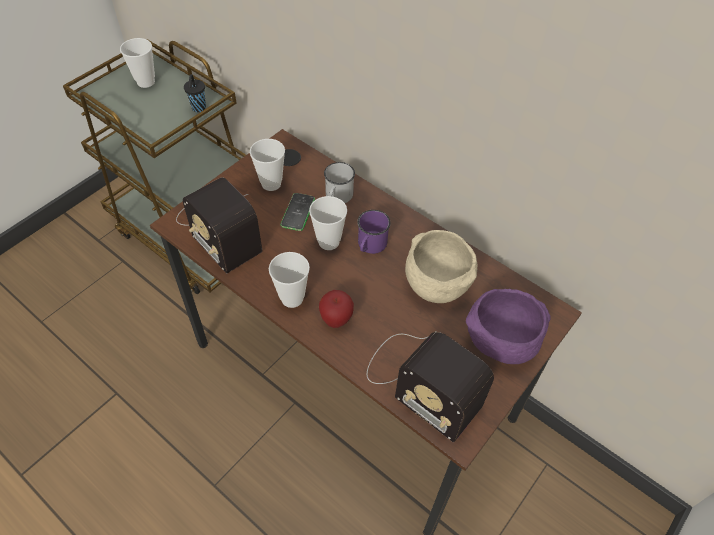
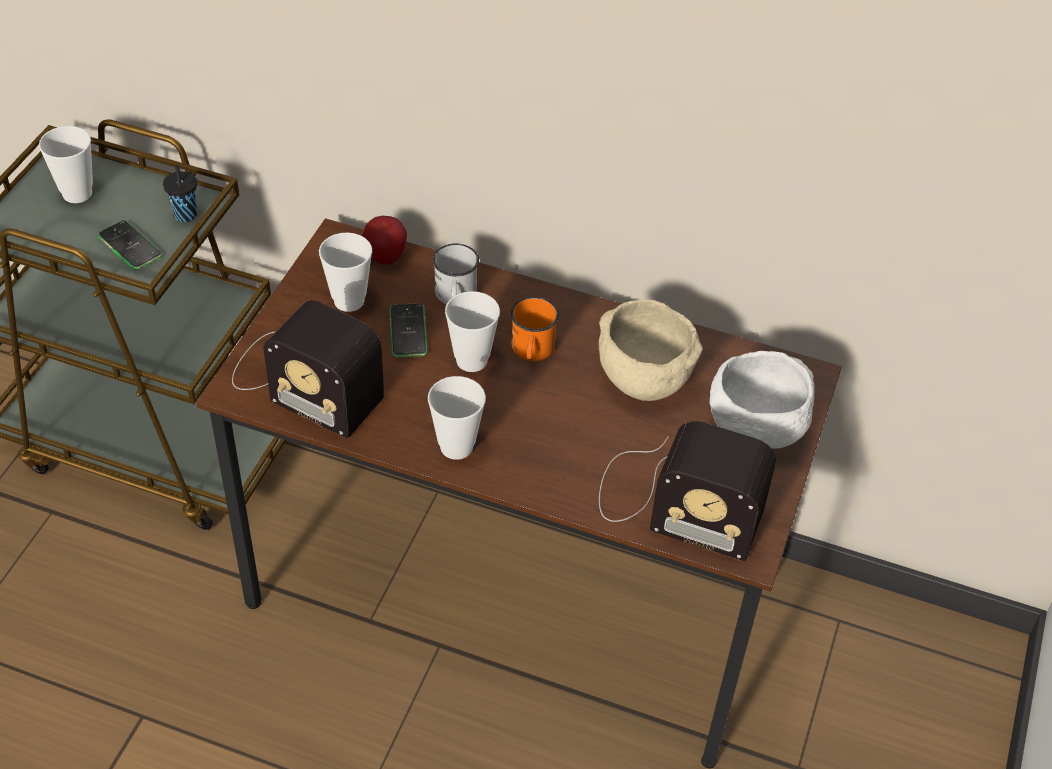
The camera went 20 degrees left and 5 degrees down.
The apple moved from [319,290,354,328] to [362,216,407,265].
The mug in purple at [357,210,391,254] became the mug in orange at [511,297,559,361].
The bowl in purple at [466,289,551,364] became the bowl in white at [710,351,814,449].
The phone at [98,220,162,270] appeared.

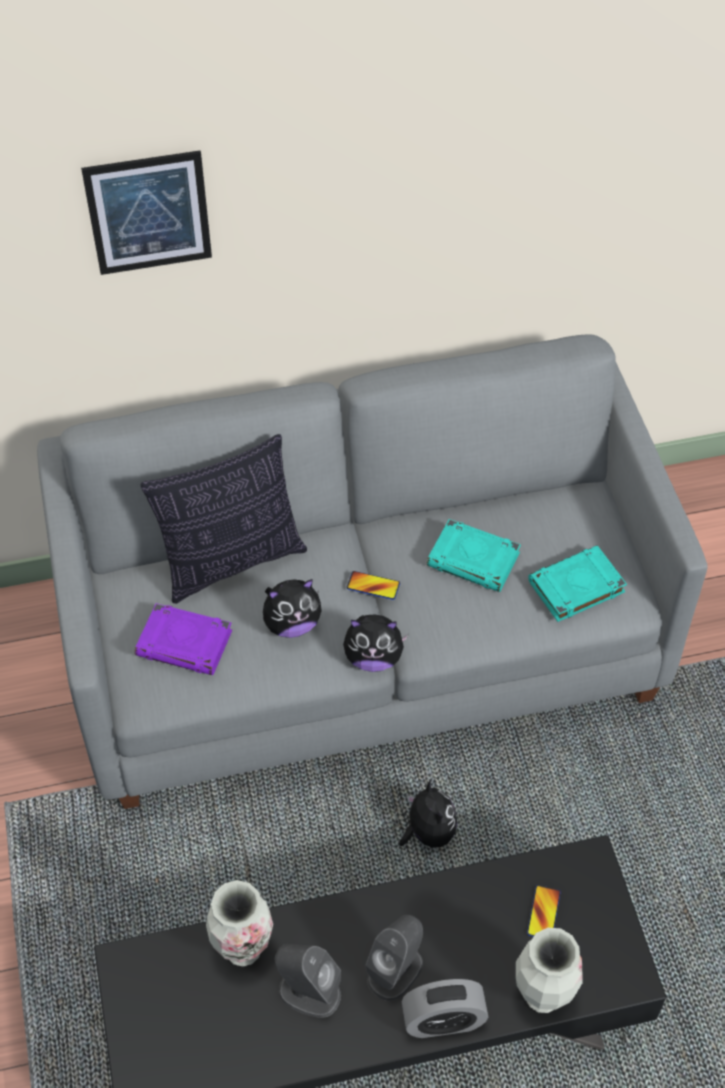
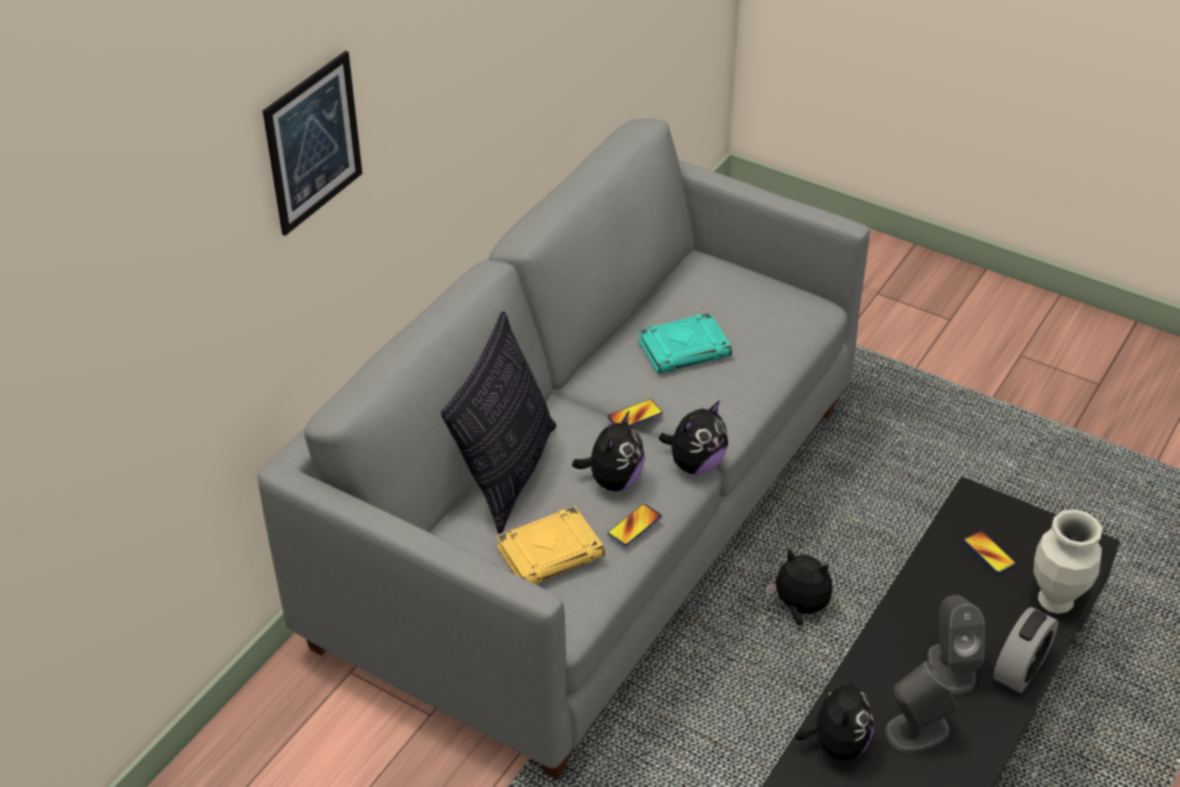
The camera went 45 degrees left and 10 degrees down.
The book in purple at [135,603,232,675] became the book in yellow at [496,506,605,584].
The vase at [206,880,273,967] was replaced by the plush toy at [794,674,874,760].
The book in turquoise at [528,546,627,622] disappeared.
The phone at [608,504,662,546] appeared.

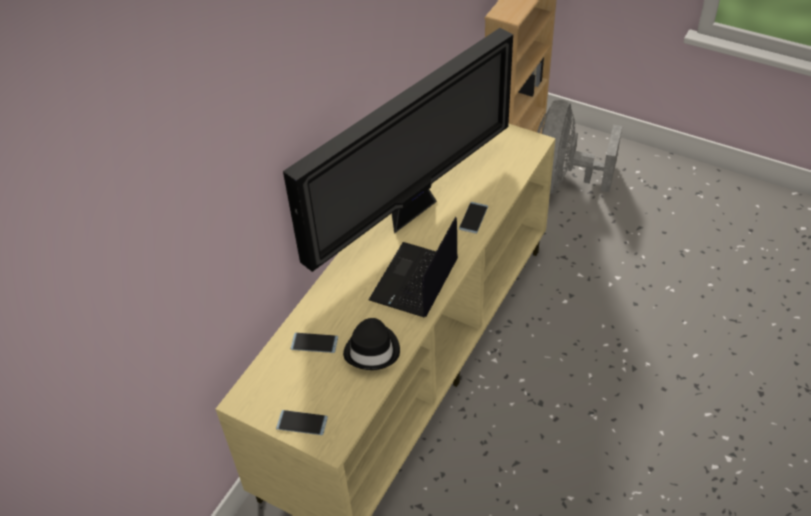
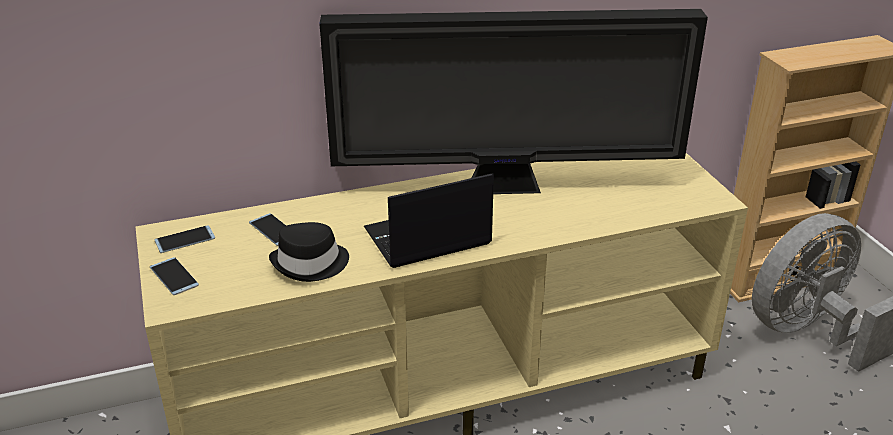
The camera went 40 degrees right and 15 degrees down.
The phone moved from [459,202,488,234] to [155,225,215,253].

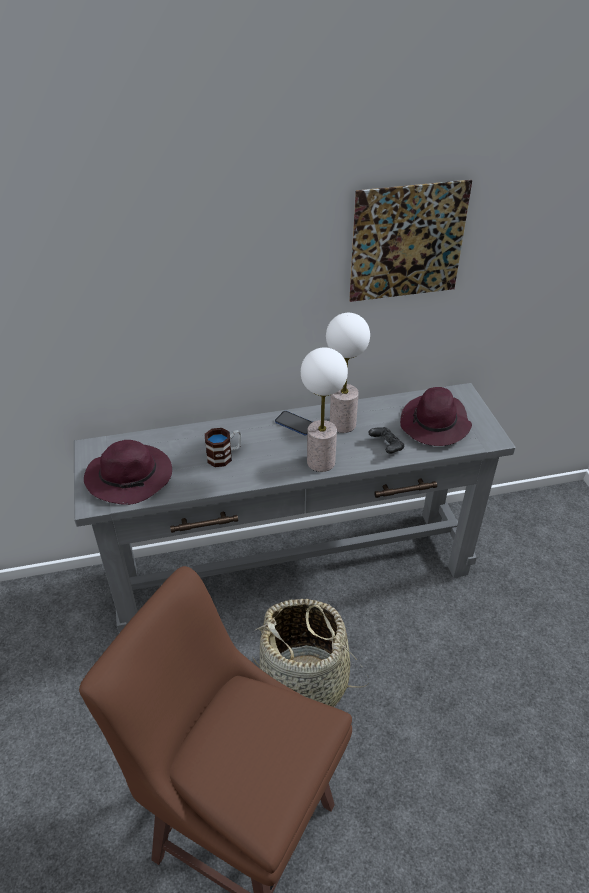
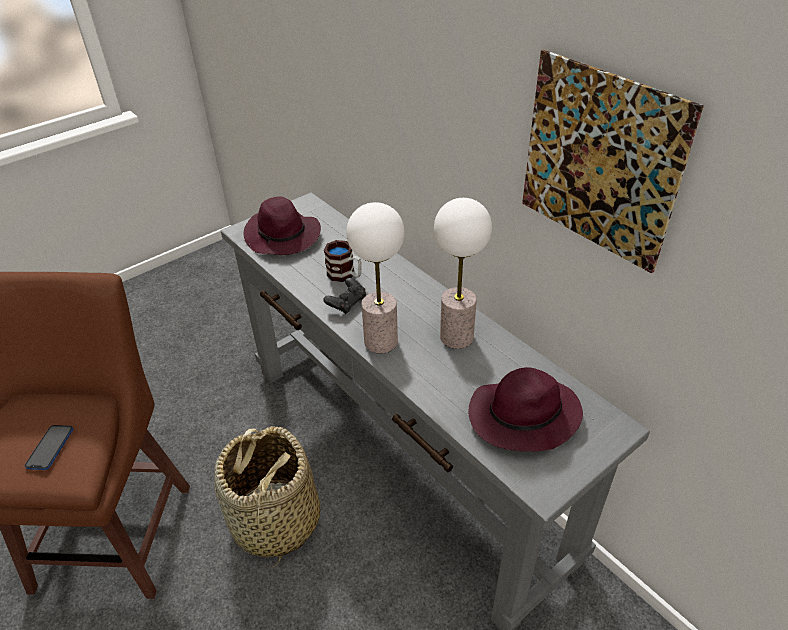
The camera went 65 degrees right and 0 degrees up.
The phone moved from [275,411,312,436] to [25,425,73,470].
The game controller in black moved from [368,427,404,454] to [323,278,366,314].

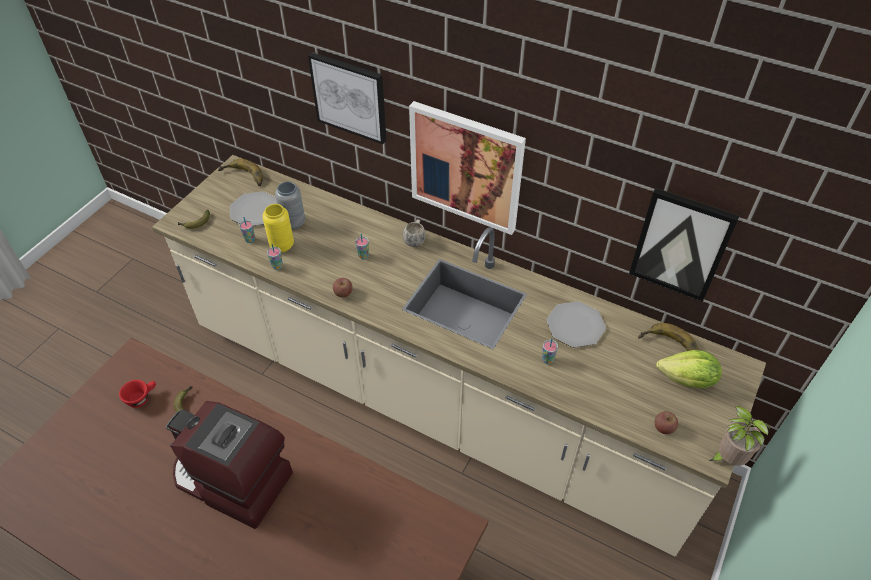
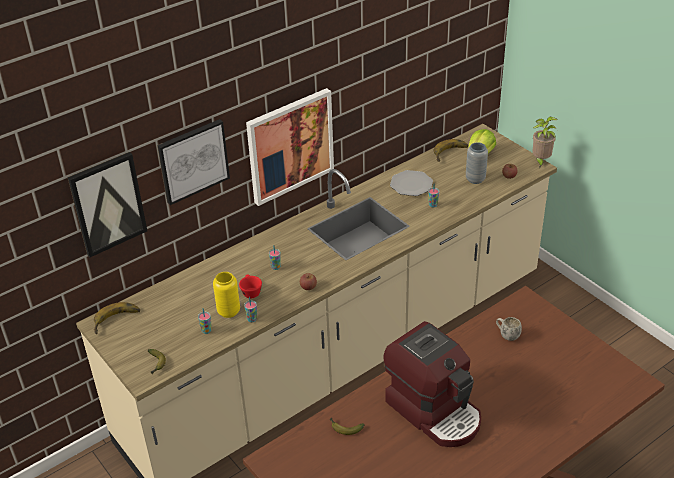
The camera went 65 degrees left and 10 degrees down.
The cup in red moved from [119,380,156,408] to [239,275,262,298].
The coffee machine at [166,401,293,529] turned 90 degrees counterclockwise.
The plate at [230,191,277,226] disappeared.
The vase in grey moved from [275,182,305,229] to [466,142,488,184].
The mug in white moved from [403,219,425,247] to [496,317,522,341].
The picture moved from [629,188,739,301] to [68,152,147,257].

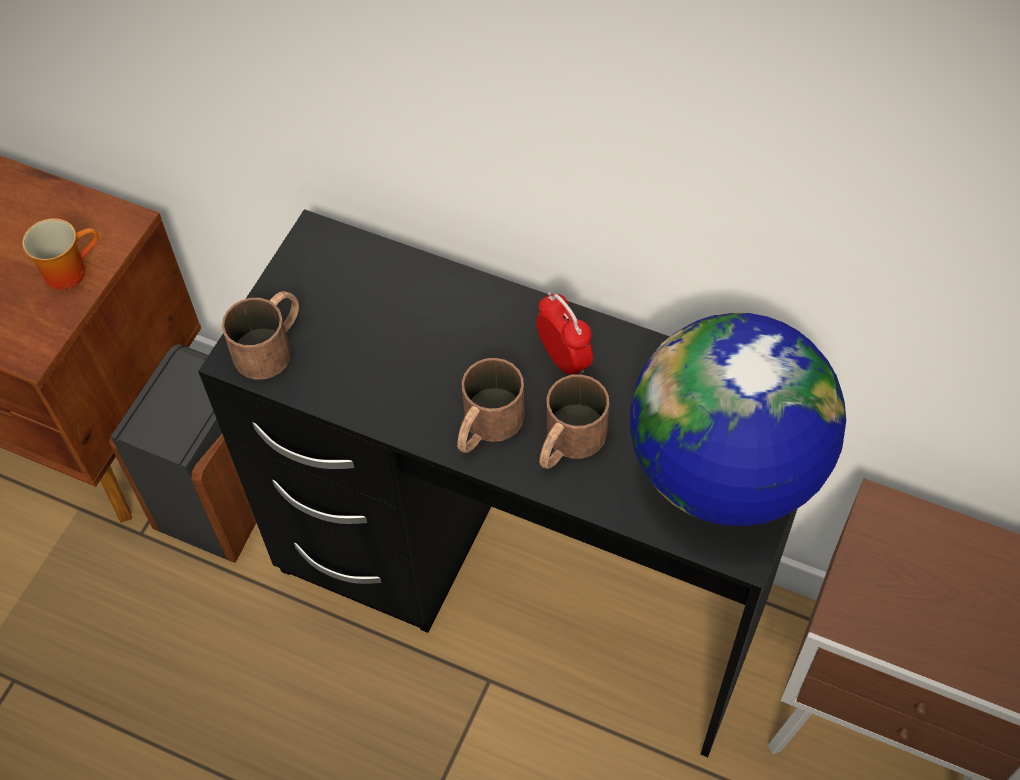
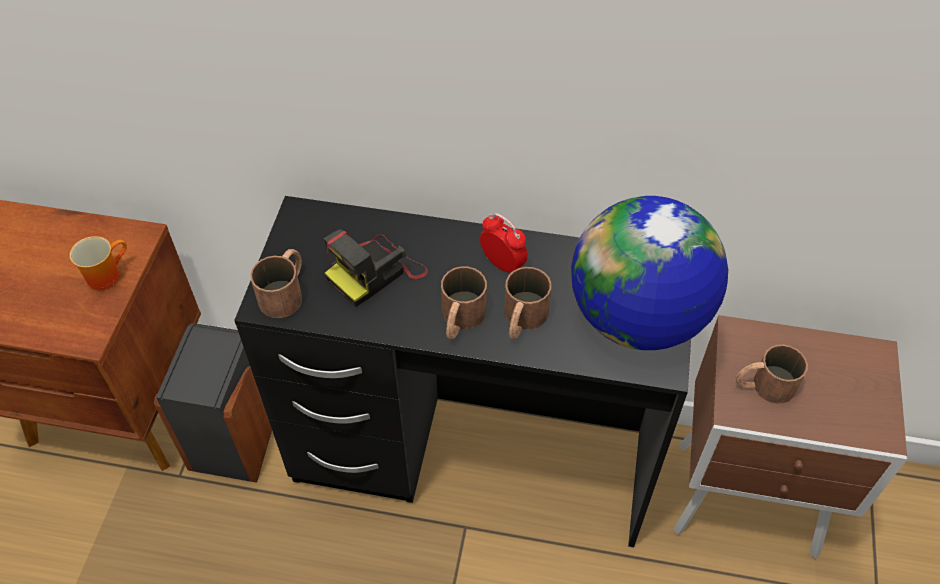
The camera went 15 degrees left and 5 degrees down.
The photo camera at [324,229,428,307] appeared.
The mug in brown at [736,345,808,404] appeared.

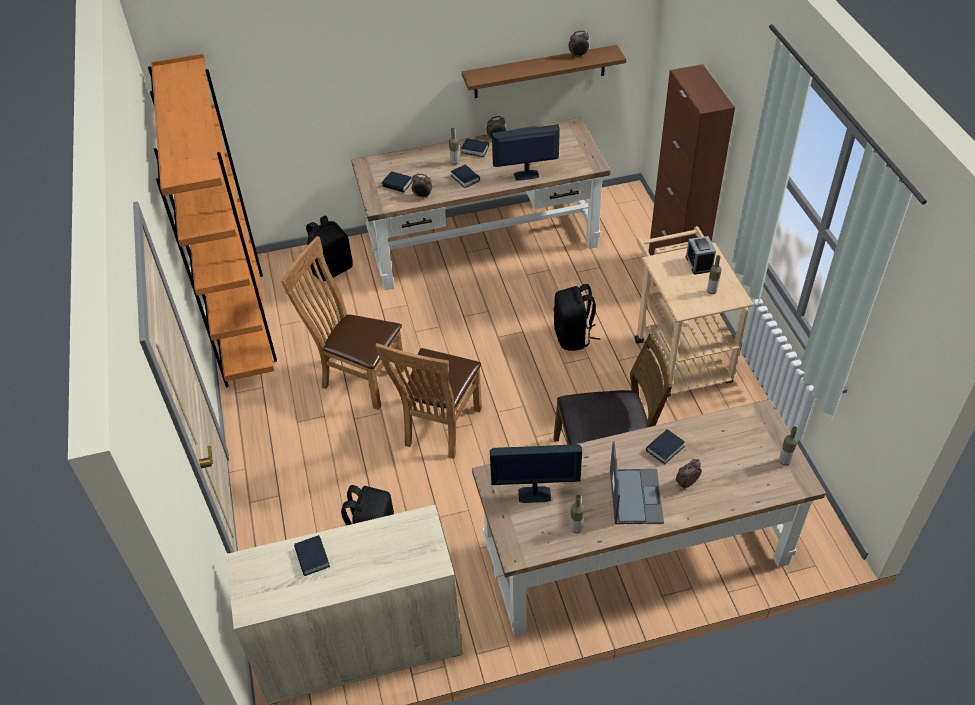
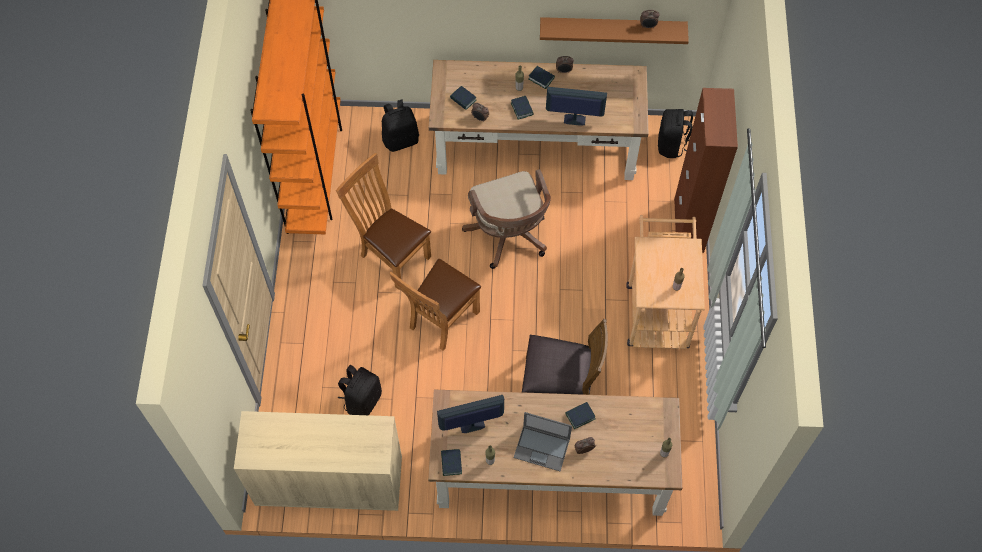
The camera went 15 degrees right and 15 degrees up.
The book moved from [294,535,330,576] to [441,449,462,476].
The monitor at [490,444,582,503] turned 150 degrees clockwise.
The backpack in black moved from [554,284,600,351] to [658,109,693,158].
The laptop at [610,441,664,524] turned 90 degrees clockwise.
The alarm clock at [686,236,716,275] disappeared.
The office chair in brown at [462,169,551,269] appeared.

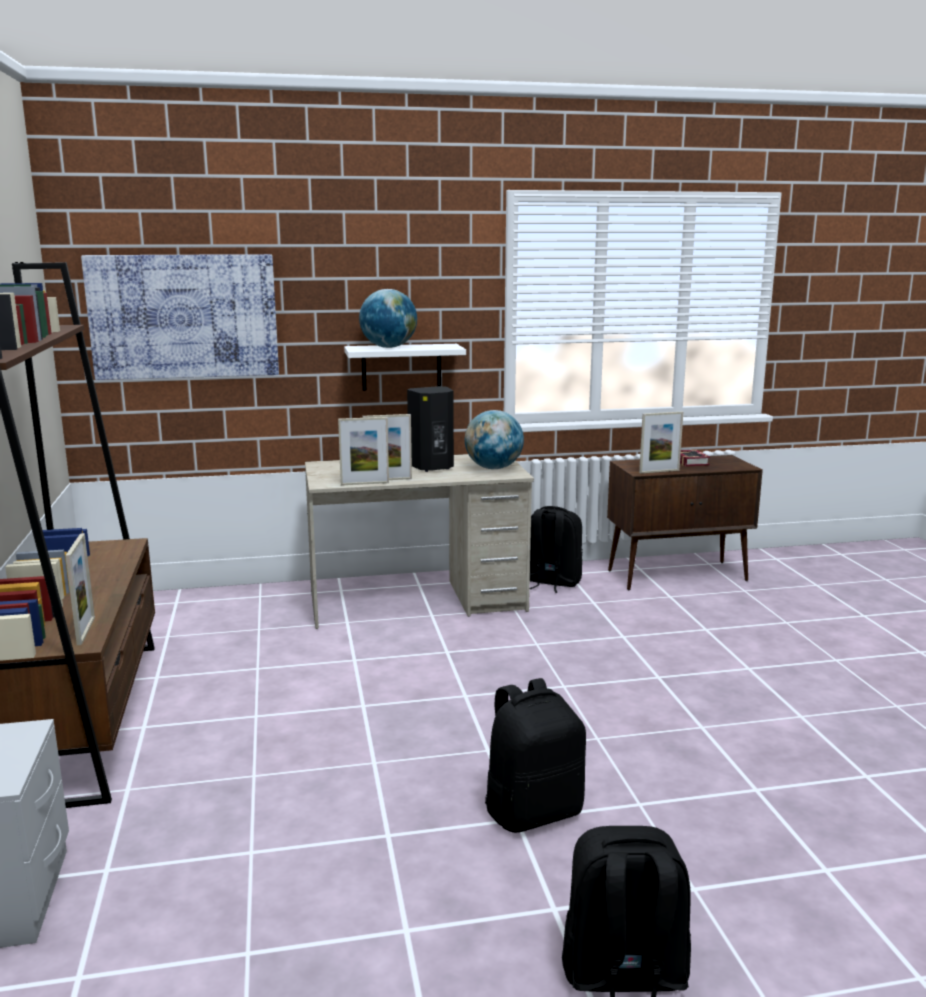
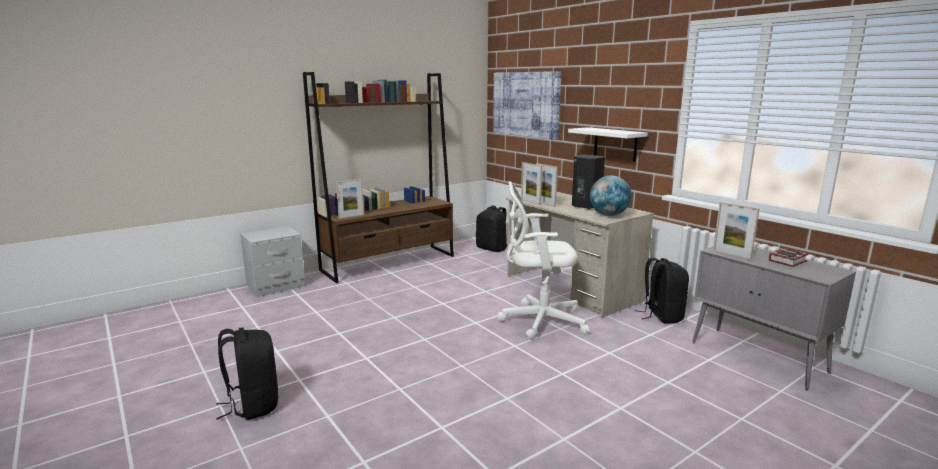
The camera went 65 degrees right and 0 degrees up.
The globe at [359,289,417,348] disappeared.
The backpack in black moved from [485,678,586,833] to [476,206,507,252].
The cabinet in brown at [607,455,763,590] became the cabinet in grey at [692,246,856,390].
The office chair in white at [497,181,590,339] appeared.

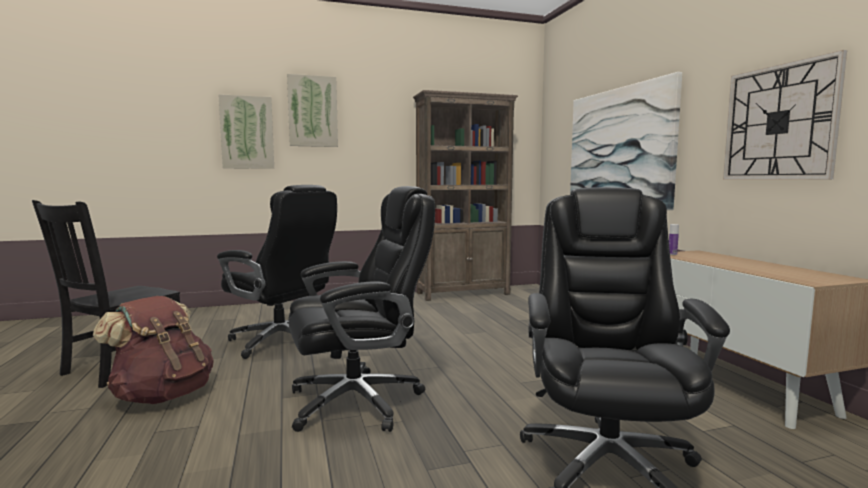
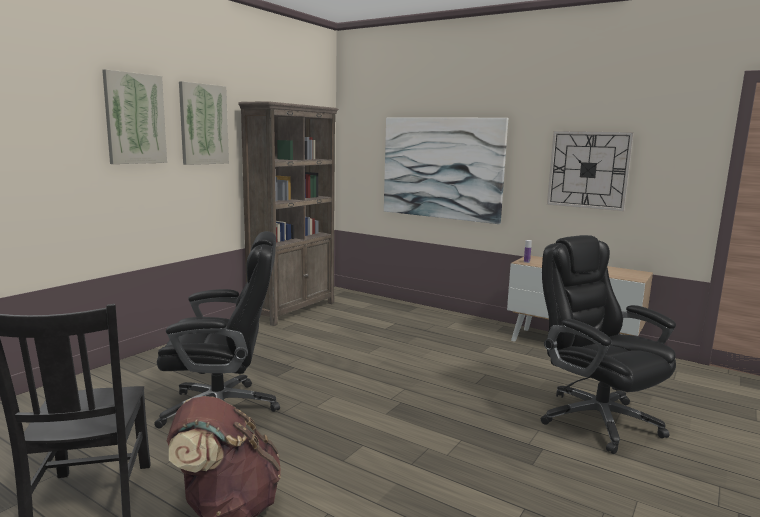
The camera went 40 degrees left and 5 degrees up.
The picture moved from [218,94,274,169] to [179,81,229,165].
The office chair in black at [288,186,435,432] disappeared.

